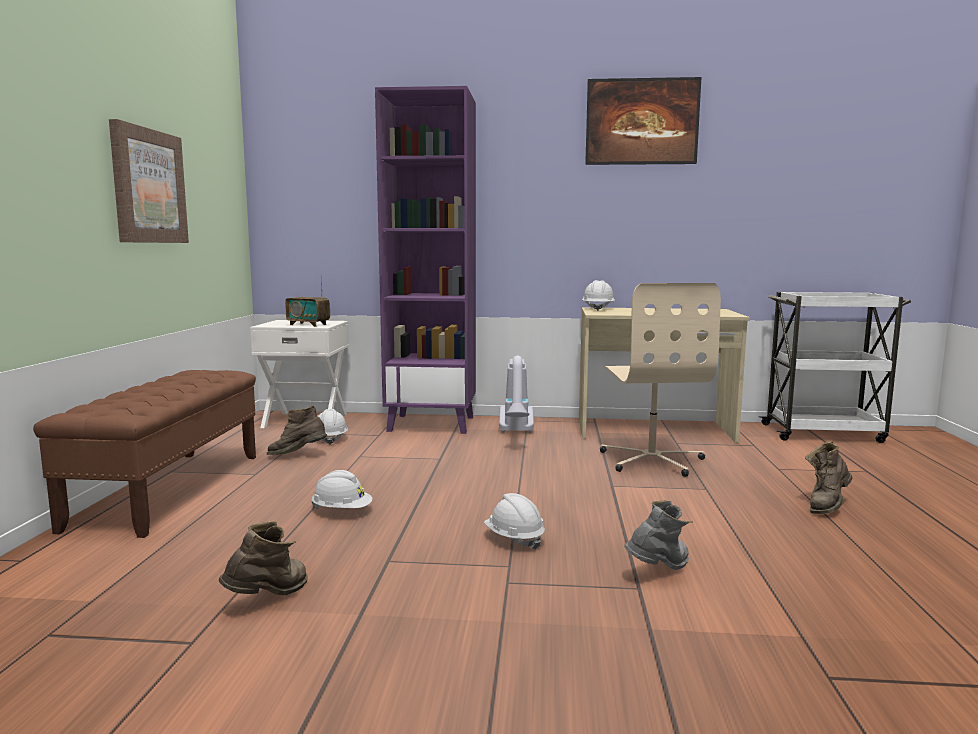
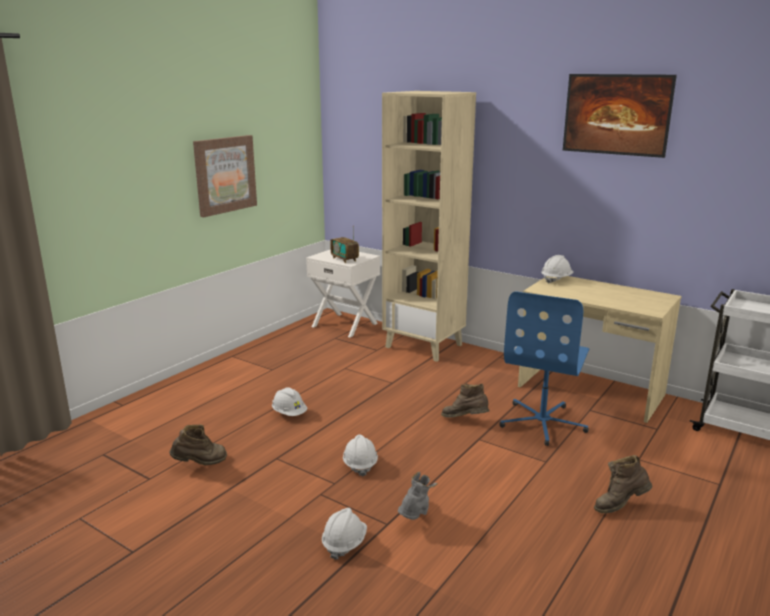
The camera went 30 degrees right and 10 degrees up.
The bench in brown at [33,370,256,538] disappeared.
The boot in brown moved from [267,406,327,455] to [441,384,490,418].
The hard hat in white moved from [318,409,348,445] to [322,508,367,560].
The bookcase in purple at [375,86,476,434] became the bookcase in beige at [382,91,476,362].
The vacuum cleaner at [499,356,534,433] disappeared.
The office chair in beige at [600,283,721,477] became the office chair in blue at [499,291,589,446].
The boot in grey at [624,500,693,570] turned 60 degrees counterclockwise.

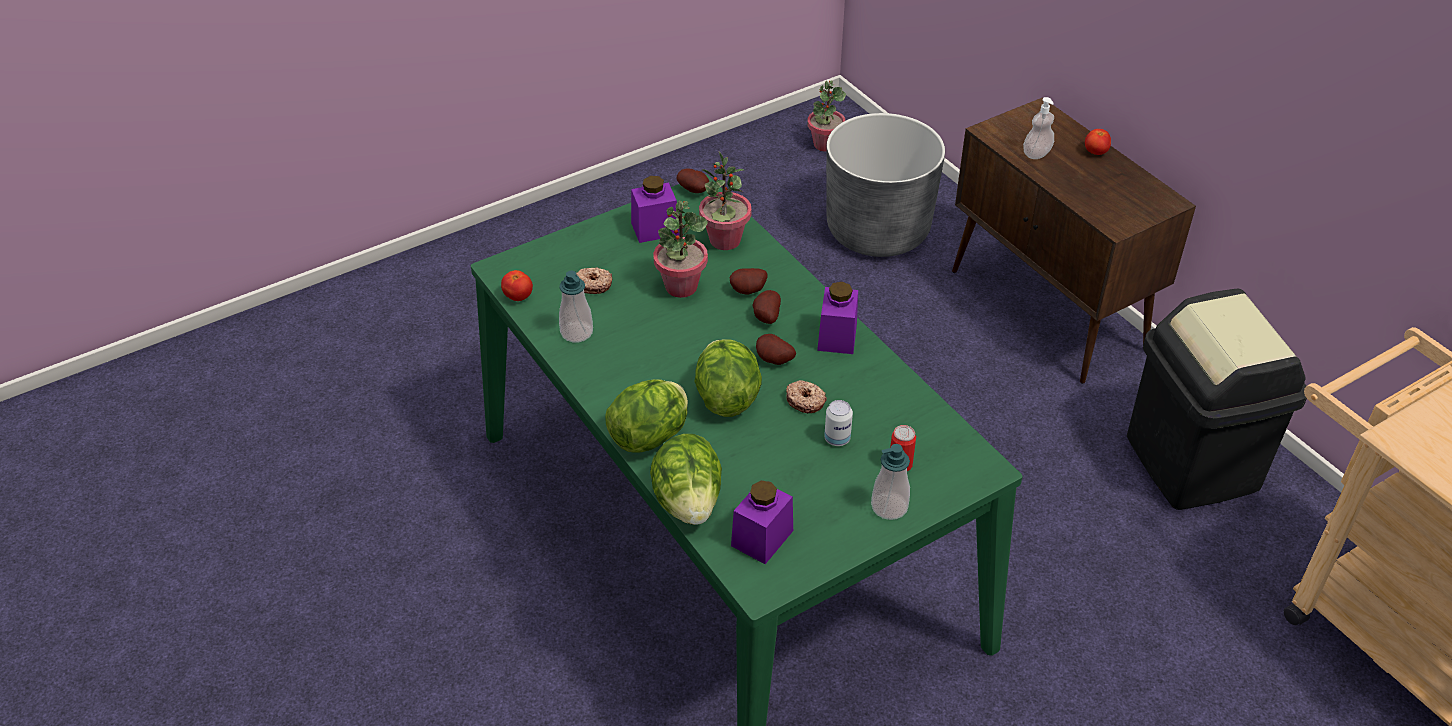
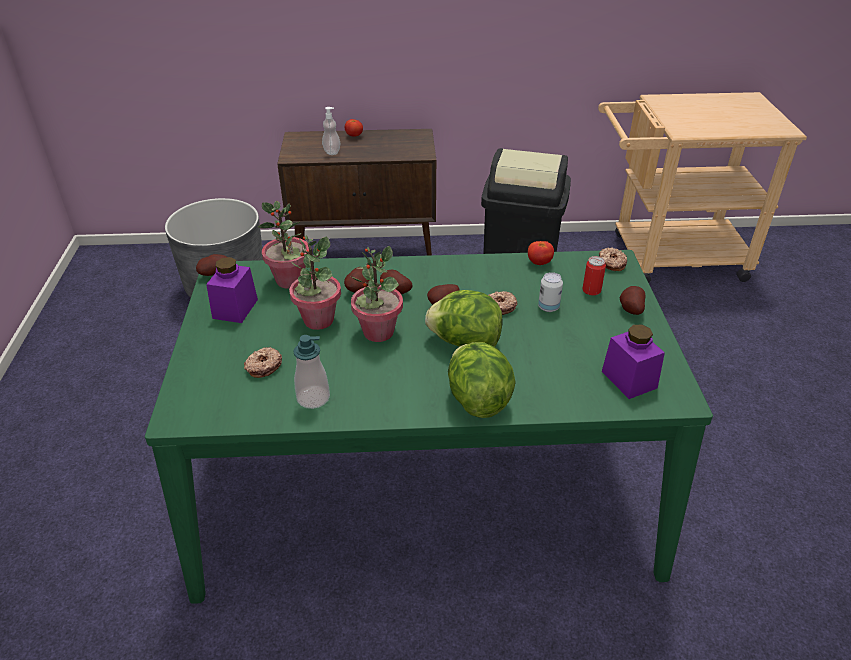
The camera went 60 degrees left and 5 degrees down.
The tomato moved from [501,270,533,301] to [528,241,554,265].
The lettuce at [650,434,722,525] disappeared.
The potted plant moved from [807,80,846,152] to [351,246,403,342].
The jar in purple at [817,282,858,354] disappeared.
The soap dispenser at [871,444,910,520] was replaced by the potato at [620,286,646,315].
The donut at [599,248,627,271] appeared.

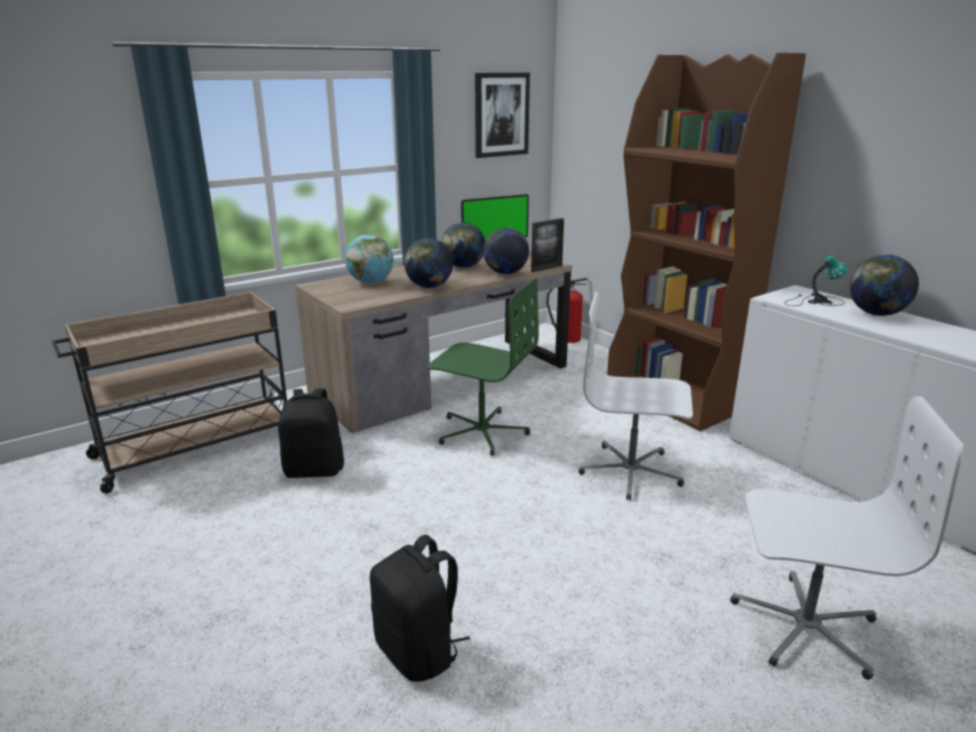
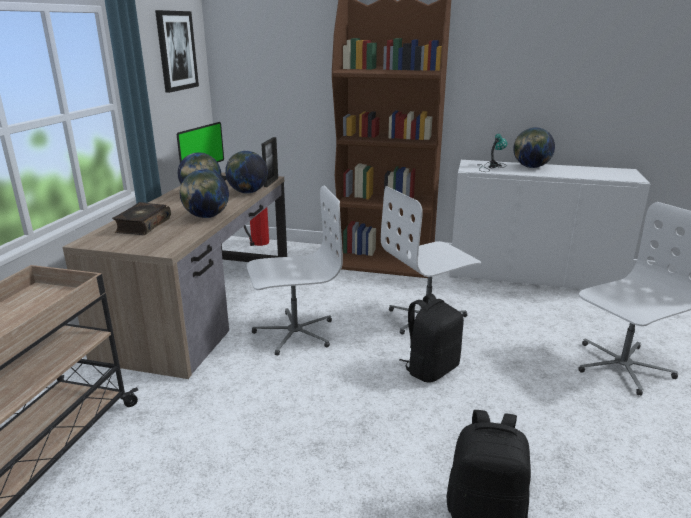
The camera went 40 degrees left and 0 degrees up.
The backpack in black moved from [278,388,344,478] to [400,294,464,382].
The globe at [345,235,394,284] was replaced by the book at [112,202,171,235].
The office chair in green at [426,277,539,456] became the office chair in white at [247,185,343,356].

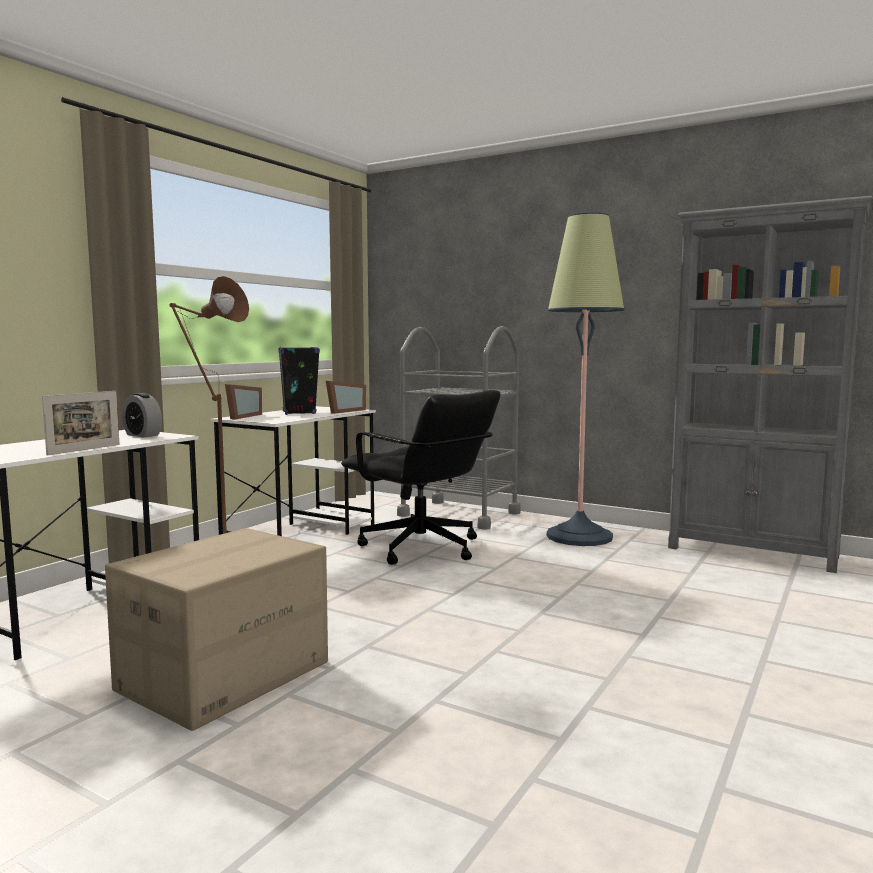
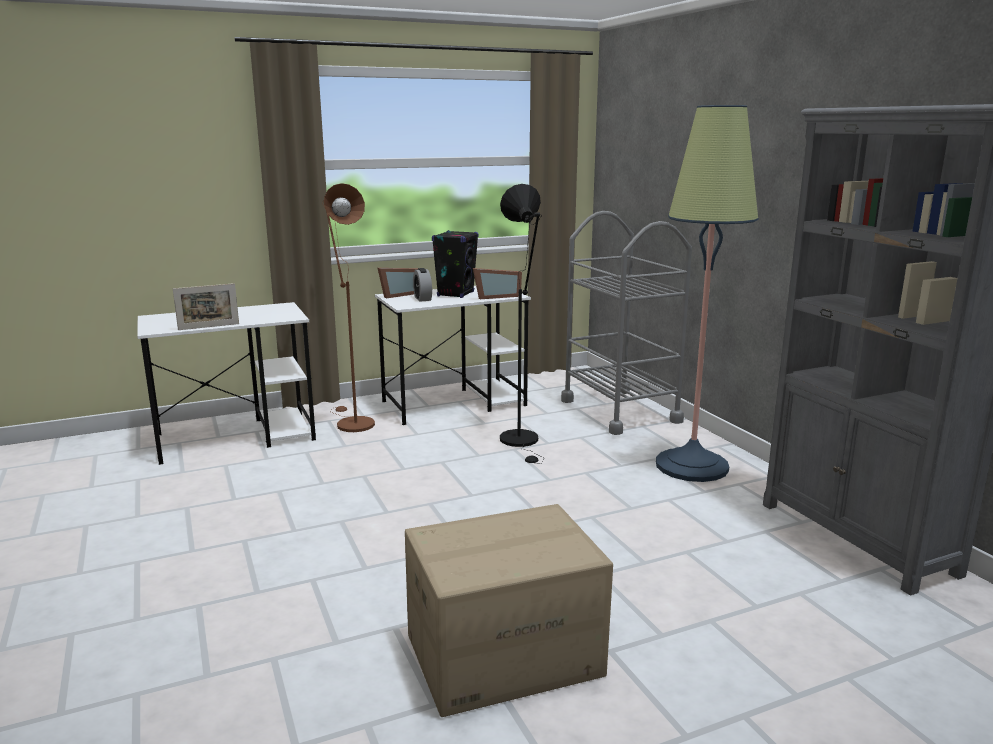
The camera went 35 degrees right and 10 degrees up.
The cardboard box moved from [105,528,328,731] to [405,504,613,717].
The alarm clock moved from [122,393,162,437] to [413,268,432,302].
The office chair in black at [341,390,500,565] was replaced by the floor lamp in black at [500,184,544,464].

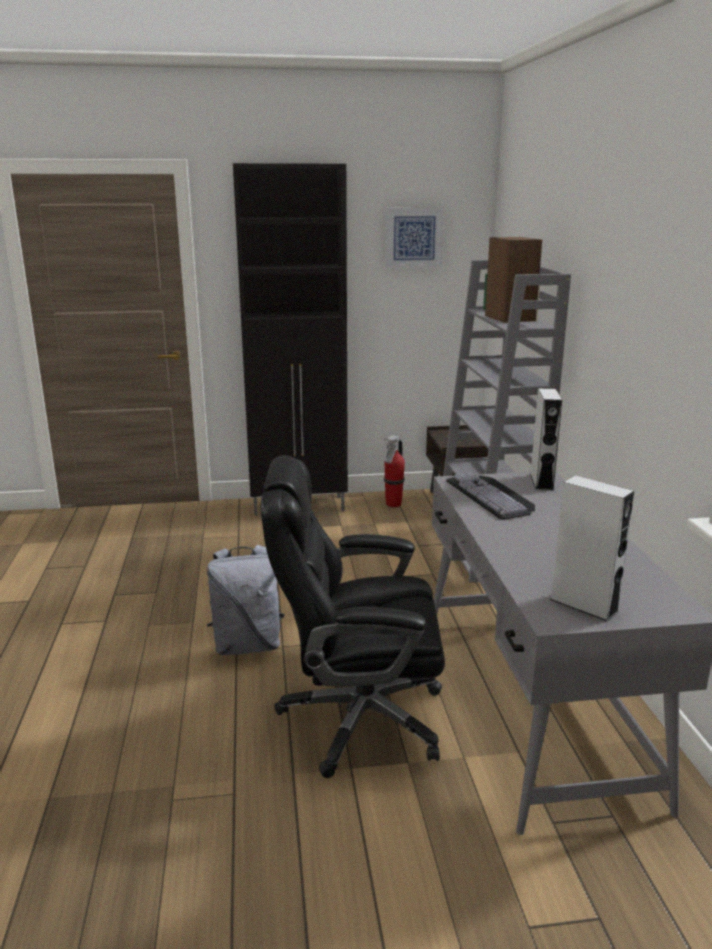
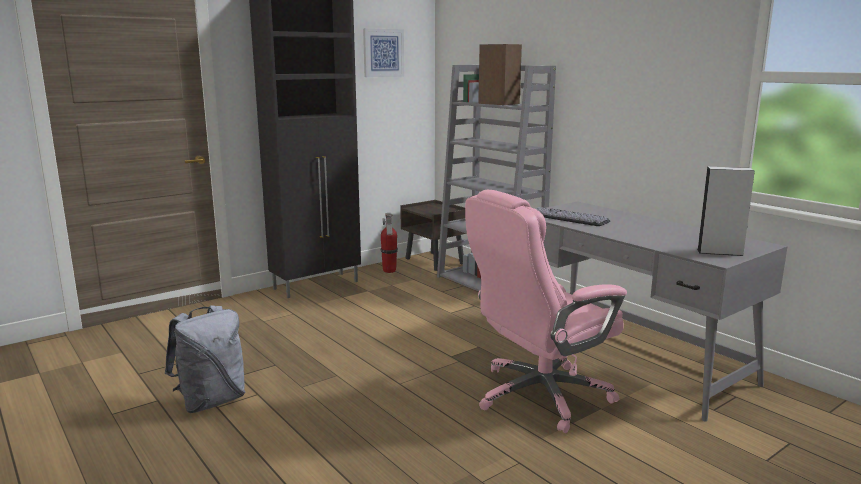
The camera went 30 degrees left and 5 degrees down.
The backpack in grey moved from [207,545,285,655] to [165,305,245,413].
The office chair in black at [261,455,445,778] became the office chair in pink at [465,190,627,433].
The speaker in grey at [530,388,562,490] disappeared.

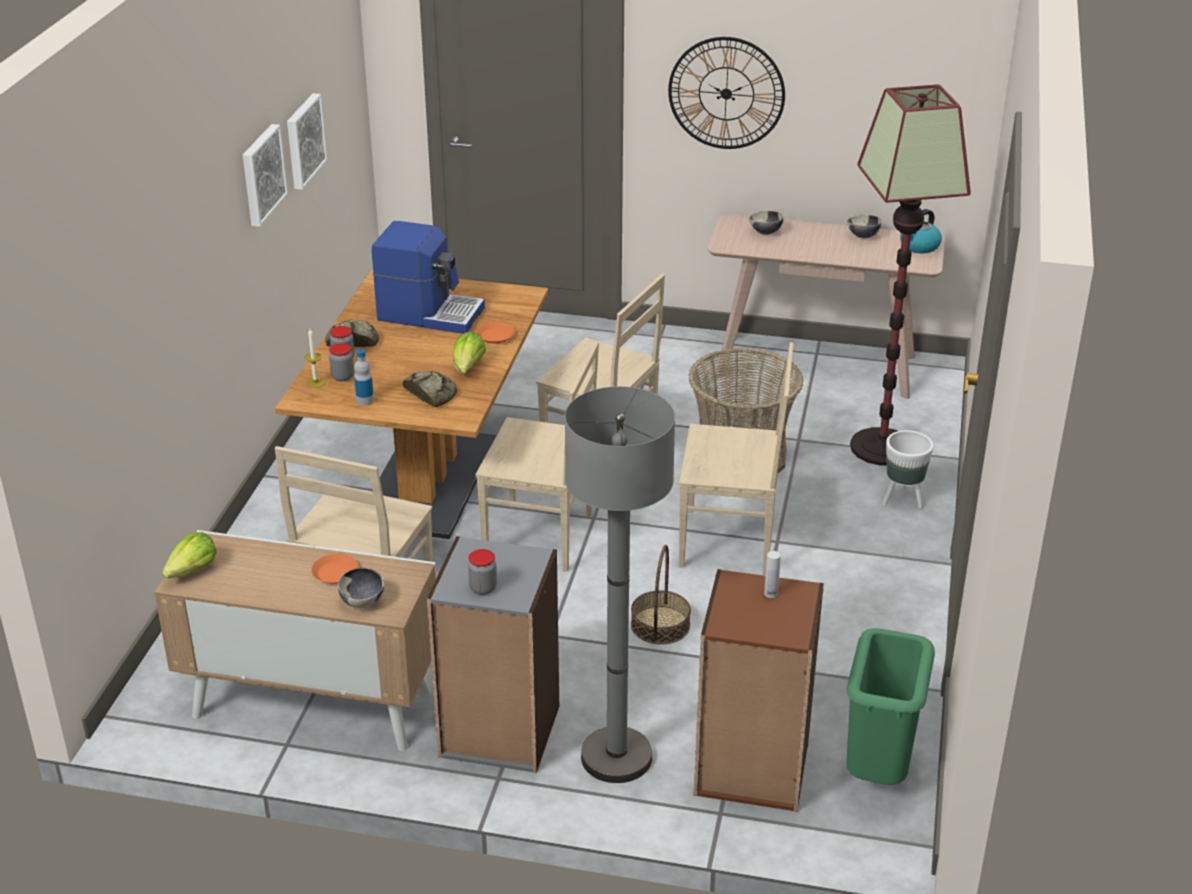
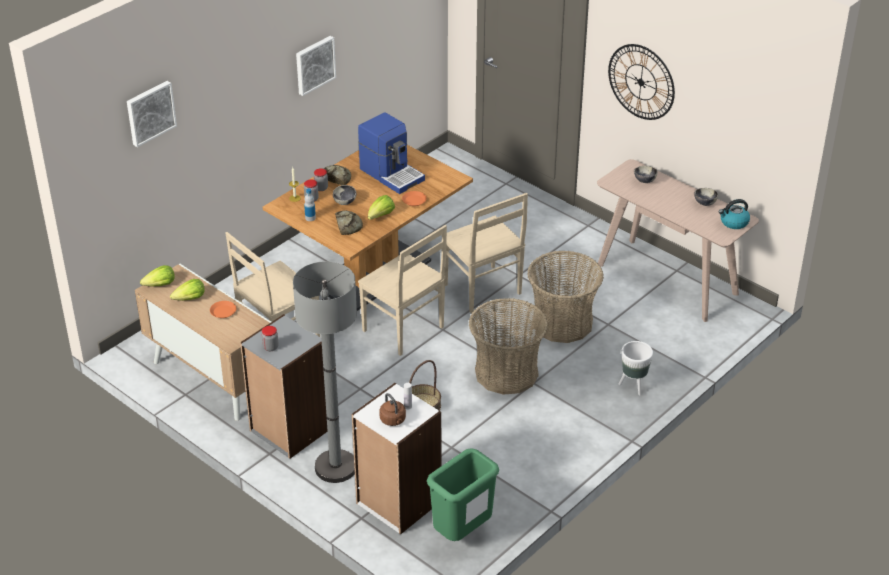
The camera went 30 degrees right and 5 degrees up.
The picture moved from [287,93,327,190] to [127,81,177,147].
The bowl moved from [338,568,384,608] to [333,185,356,205].
The chair in beige at [679,342,794,575] was replaced by the basket at [469,298,548,395].
The bookcase in brown at [694,569,824,812] became the bookcase in white at [352,383,441,535].
The floor lamp at [850,84,971,466] disappeared.
The lettuce at [170,279,205,301] appeared.
The kettle in brown at [379,393,406,426] appeared.

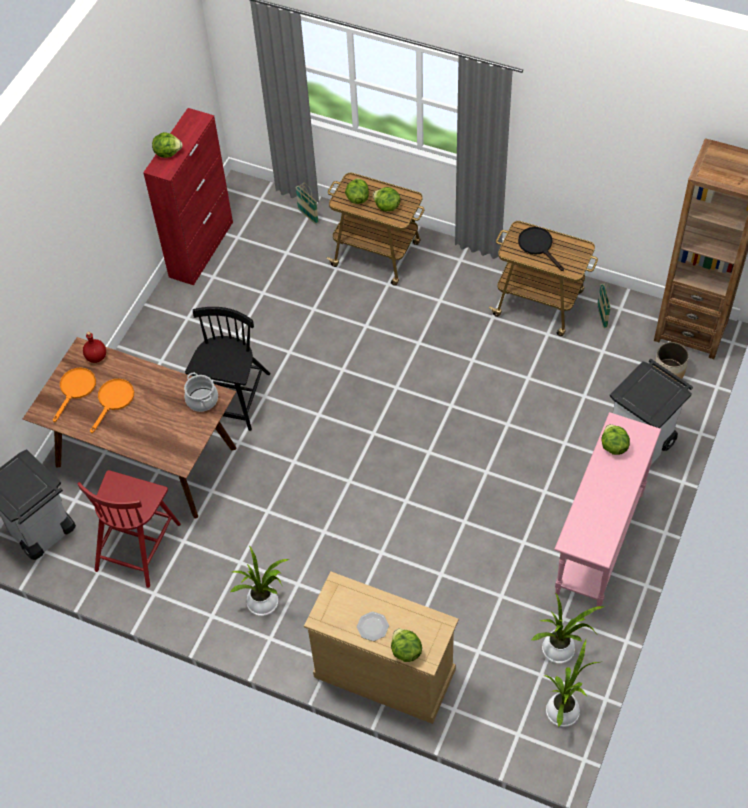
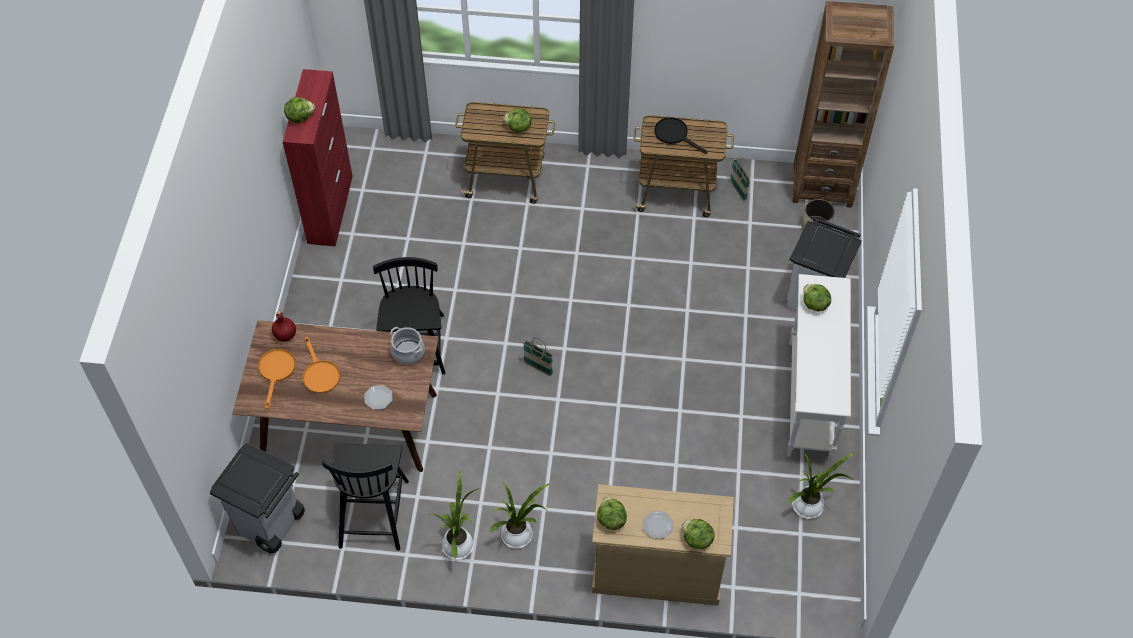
The camera went 20 degrees left and 0 degrees up.
The chair in red at [78,470,181,588] became the chair in black at [322,443,409,551].
The frying pan in orange at [90,379,134,433] turned 150 degrees clockwise.
The basket moved from [295,183,319,224] to [523,338,553,376].
The lettuce moved from [345,178,369,204] to [597,496,627,530].
The potted plant moved from [544,639,599,727] to [430,471,479,560].
The console table in pink at [554,412,661,610] became the console table in white at [787,274,851,461].
The plate at [364,385,392,410] appeared.

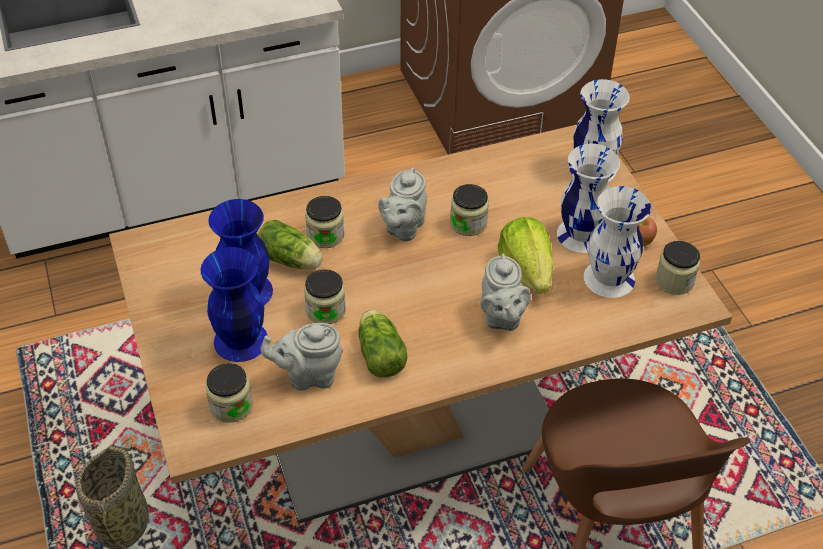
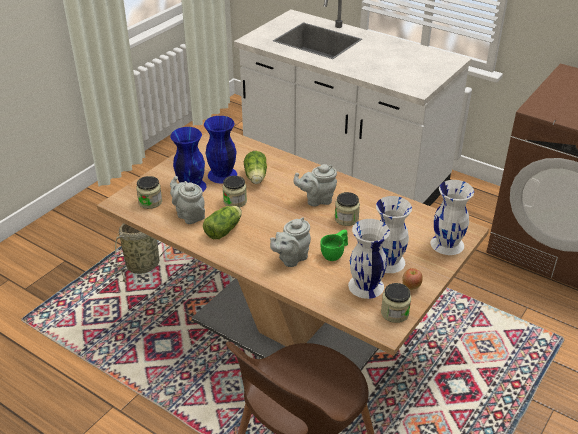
The camera went 55 degrees right and 10 degrees down.
The jar at [305,196,344,248] disappeared.
The lettuce at [498,217,554,294] was replaced by the cup in green at [320,230,348,261].

